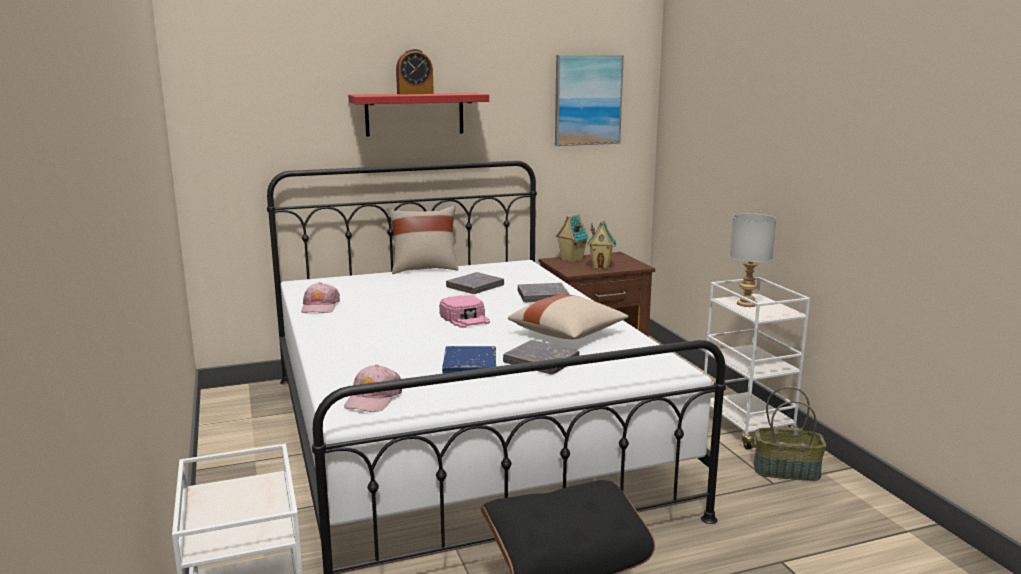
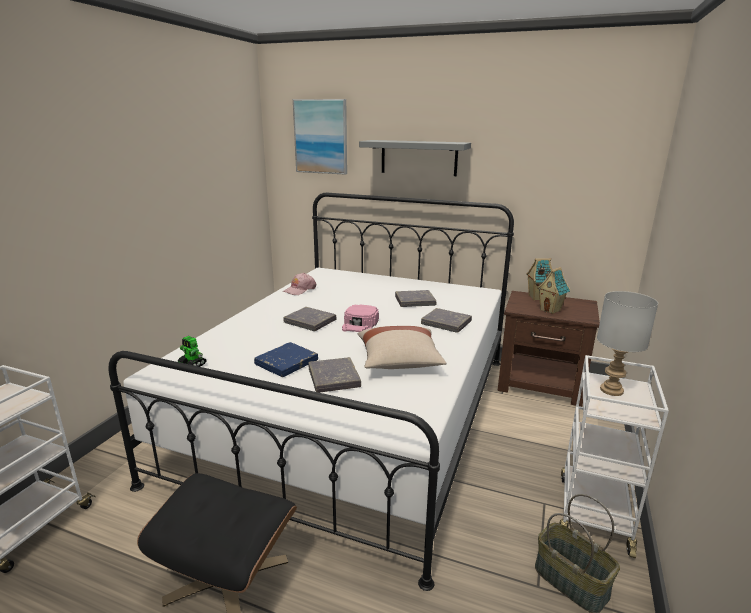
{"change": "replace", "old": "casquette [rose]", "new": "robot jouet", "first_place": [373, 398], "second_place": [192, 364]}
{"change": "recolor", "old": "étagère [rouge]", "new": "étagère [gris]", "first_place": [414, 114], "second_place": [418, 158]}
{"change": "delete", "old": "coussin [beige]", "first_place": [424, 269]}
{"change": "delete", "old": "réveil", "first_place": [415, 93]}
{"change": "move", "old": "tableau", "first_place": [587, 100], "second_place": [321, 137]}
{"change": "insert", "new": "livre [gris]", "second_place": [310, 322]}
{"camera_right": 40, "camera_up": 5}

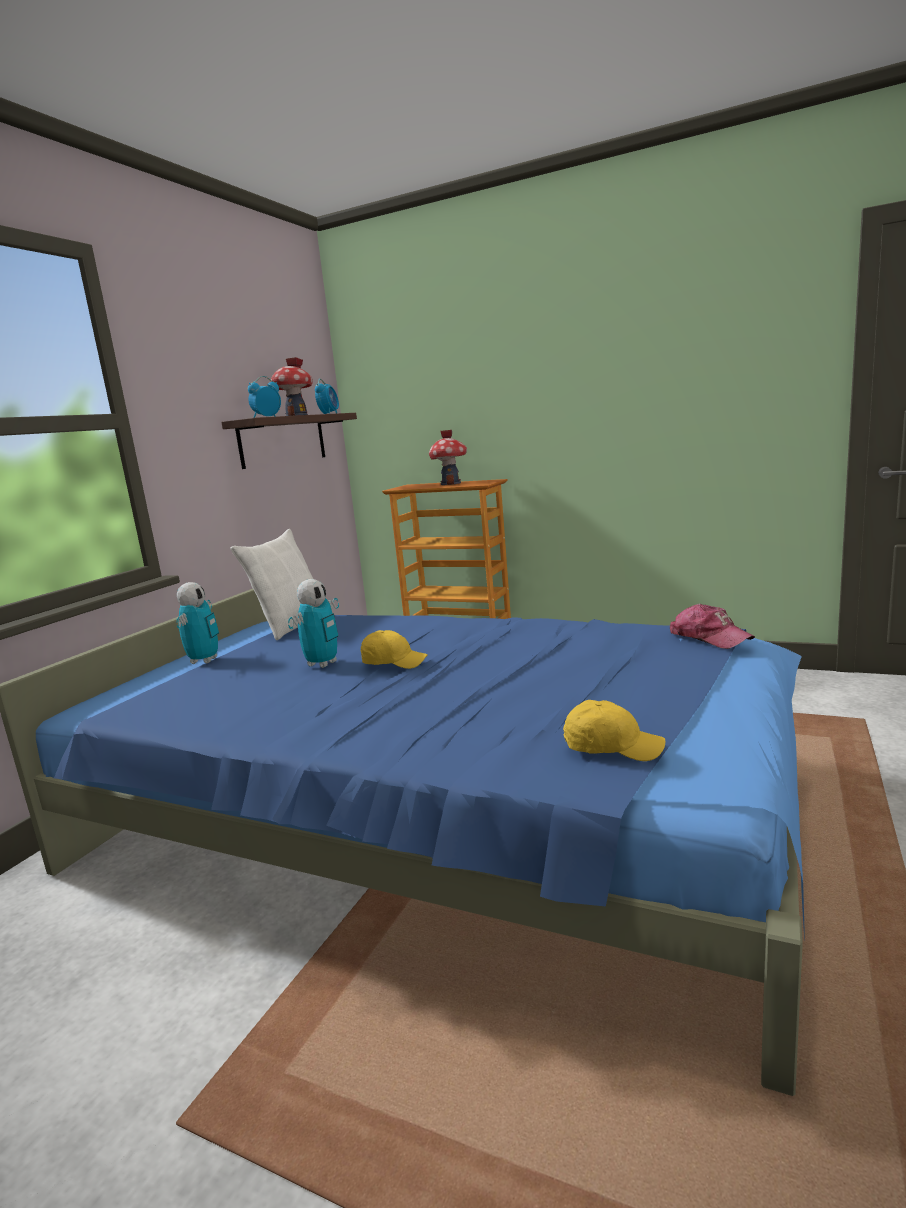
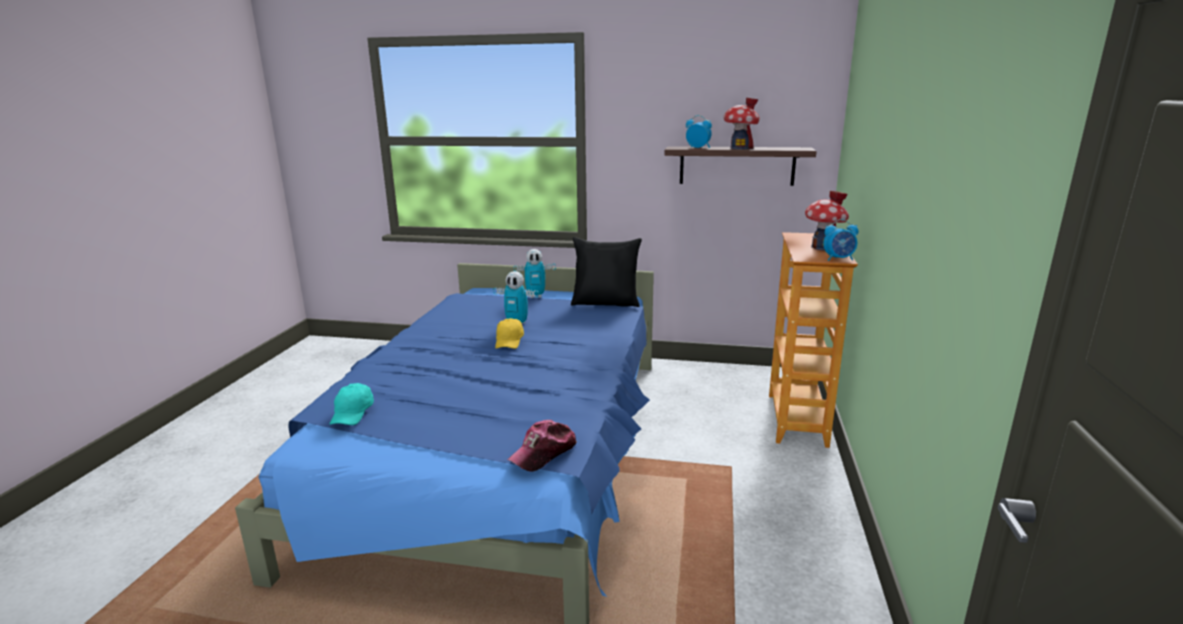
{"change": "recolor", "old": "coussin [blanc]", "new": "coussin [noir]", "first_place": [291, 625], "second_place": [606, 302]}
{"change": "move", "old": "réveil", "first_place": [329, 414], "second_place": [839, 259]}
{"change": "recolor", "old": "casquette [jaune]", "new": "casquette [turquoise]", "first_place": [612, 747], "second_place": [353, 413]}
{"camera_right": 75, "camera_up": 5}

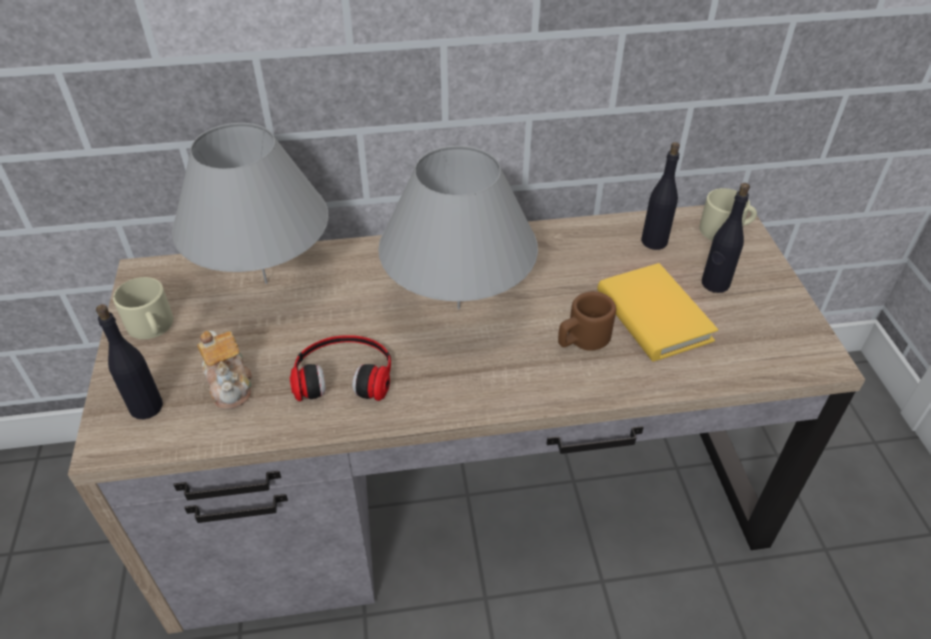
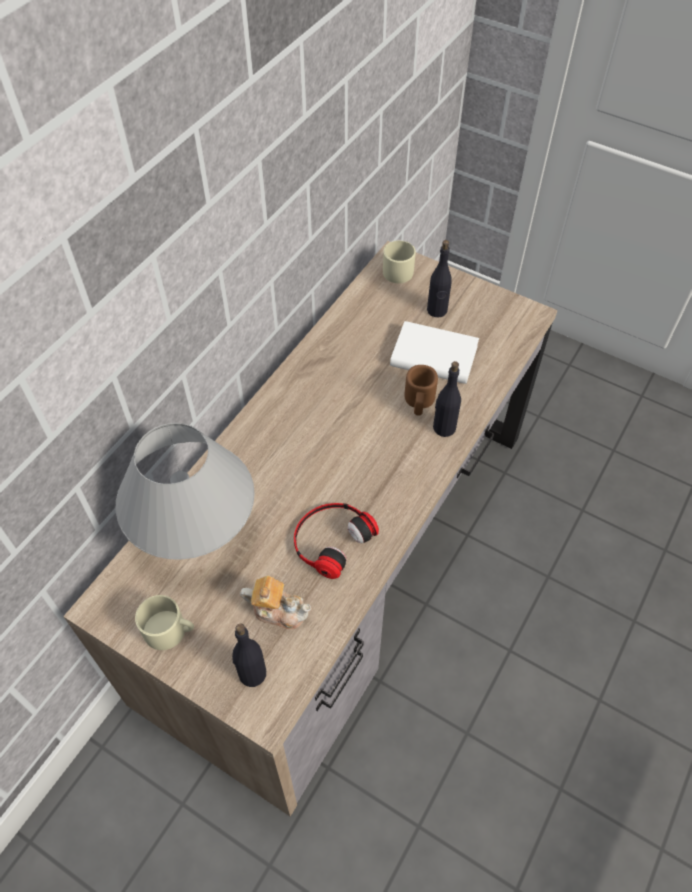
{"change": "delete", "old": "lampe de table [gris]", "first_place": [458, 308]}
{"change": "recolor", "old": "livre [jaune]", "new": "livre [blanc]", "first_place": [653, 316], "second_place": [434, 356]}
{"change": "move", "old": "bouteille [noir]", "first_place": [654, 241], "second_place": [444, 427]}
{"camera_right": -50, "camera_up": 10}

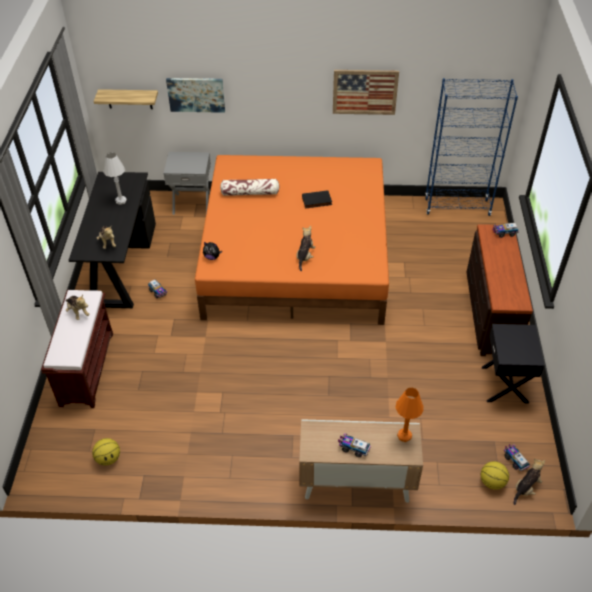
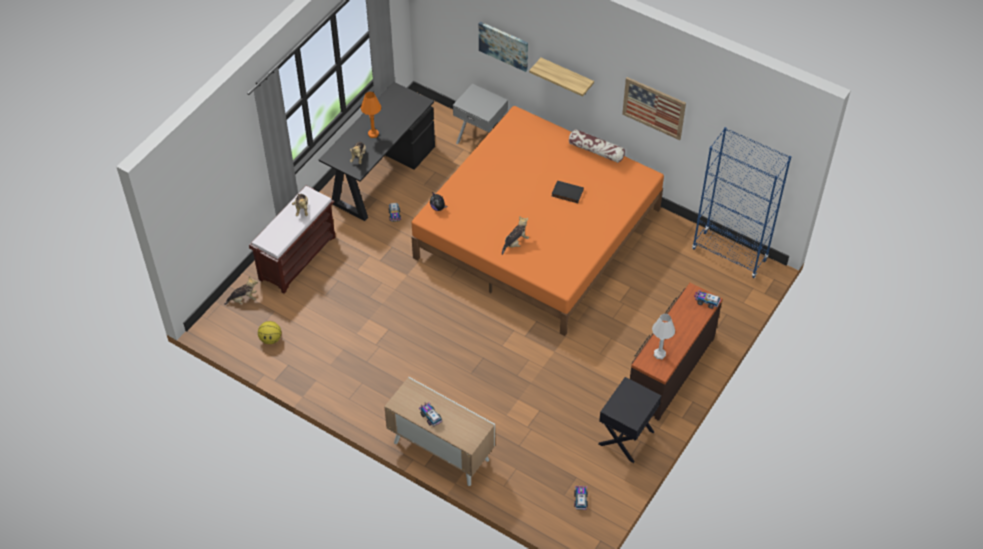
{"change": "move", "old": "étagère", "first_place": [129, 99], "second_place": [566, 77]}
{"change": "move", "old": "lampe de table [blanc]", "first_place": [121, 201], "second_place": [659, 354]}
{"change": "move", "old": "coussin", "first_place": [250, 193], "second_place": [596, 151]}
{"change": "move", "old": "lampe de table [orange]", "first_place": [404, 435], "second_place": [373, 134]}
{"change": "delete", "old": "ballon de basket", "first_place": [492, 482]}
{"change": "move", "old": "peluche", "first_place": [526, 488], "second_place": [243, 299]}
{"camera_right": 30, "camera_up": 5}

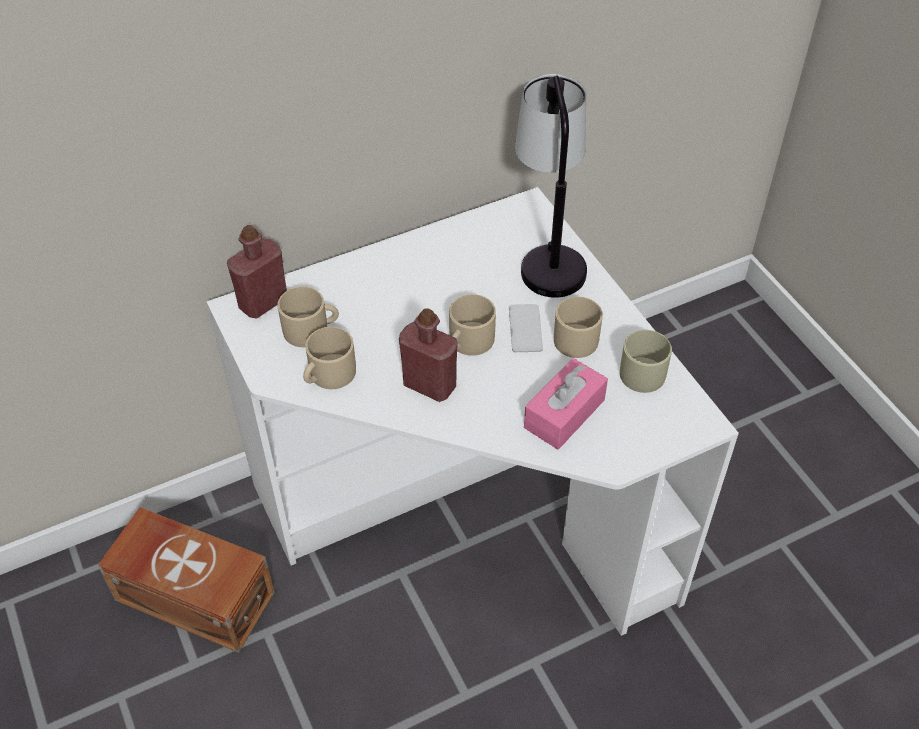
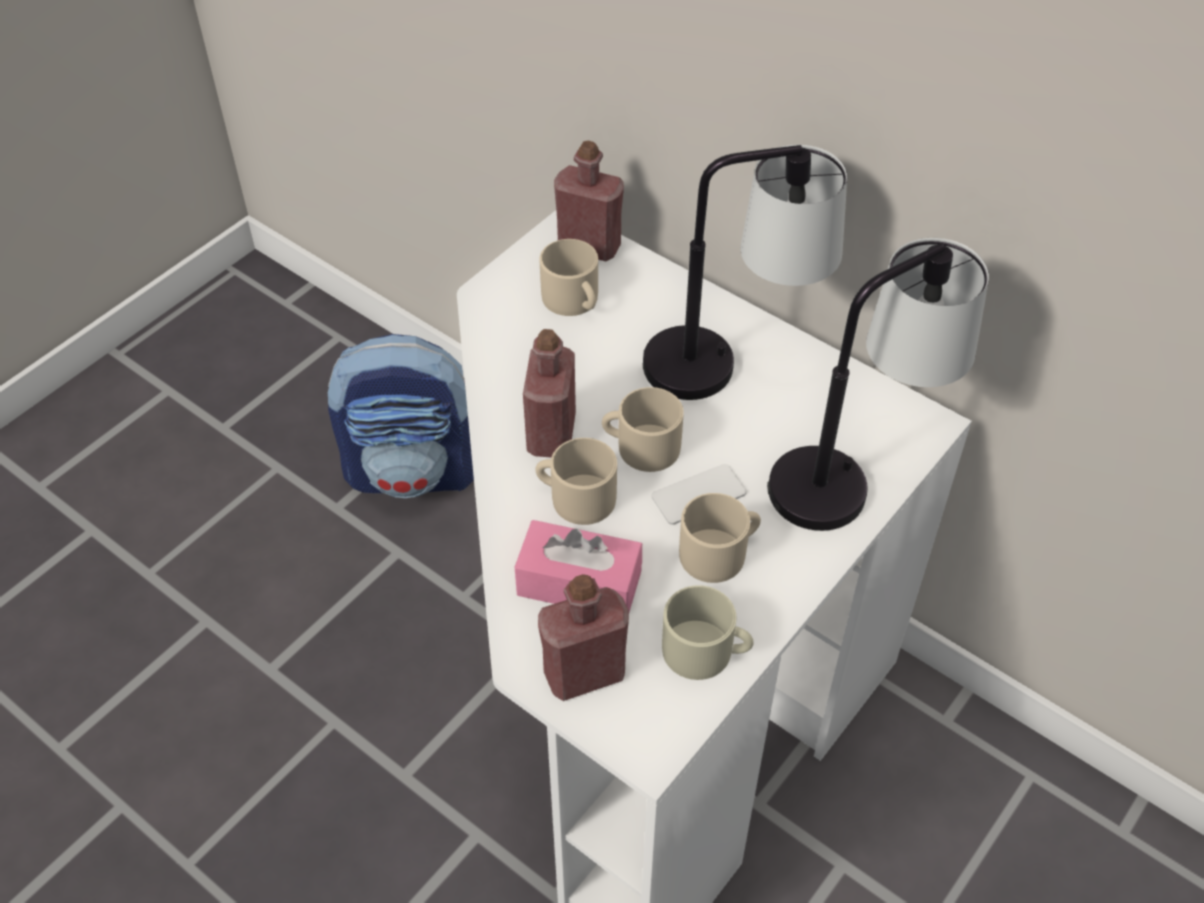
{"change": "replace", "old": "boîte de rangement [marron]", "new": "sac à dos", "first_place": [194, 593], "second_place": [414, 470]}
{"change": "move", "old": "mug [beige]", "first_place": [328, 375], "second_place": [575, 497]}
{"change": "insert", "new": "bouteille [rouge]", "second_place": [584, 673]}
{"change": "insert", "new": "lampe de table", "second_place": [731, 362]}
{"camera_right": 65, "camera_up": 0}

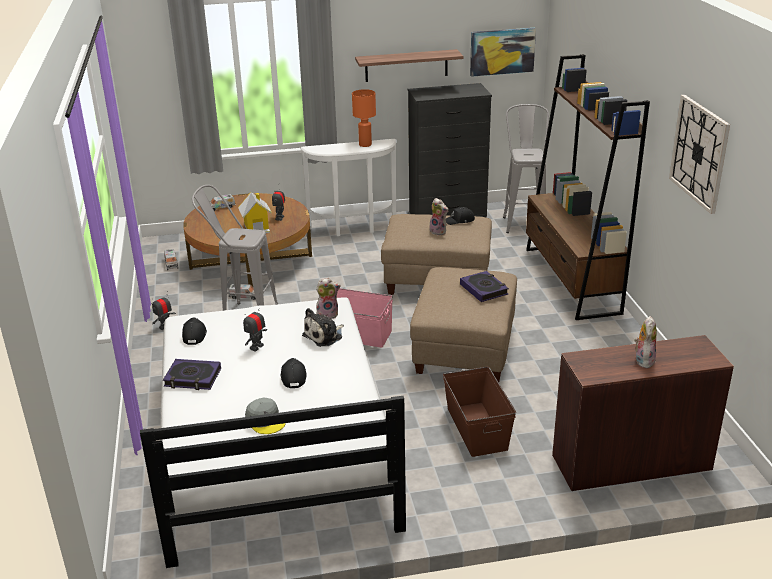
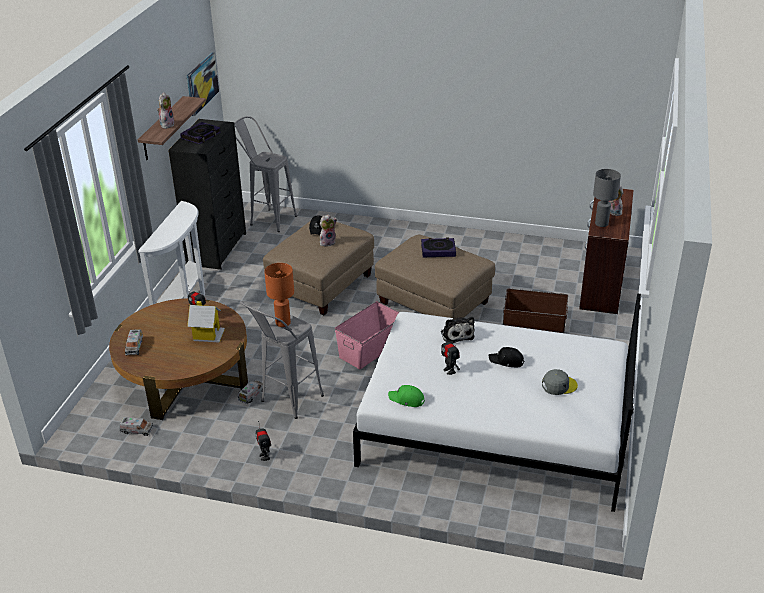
{"change": "move", "old": "livre", "first_place": [193, 378], "second_place": [201, 136]}
{"change": "recolor", "old": "casquette [noir]", "new": "casquette [vert]", "first_place": [194, 335], "second_place": [406, 399]}
{"change": "move", "old": "peluche", "first_place": [328, 314], "second_place": [166, 124]}
{"change": "move", "old": "lampe de table [orange]", "first_place": [365, 145], "second_place": [282, 323]}
{"change": "delete", "old": "bibliothèque [marron]", "first_place": [571, 280]}
{"change": "delete", "old": "horloge murale", "first_place": [699, 153]}
{"change": "insert", "new": "lampe de table [gris]", "second_place": [601, 224]}
{"camera_right": -65, "camera_up": 5}

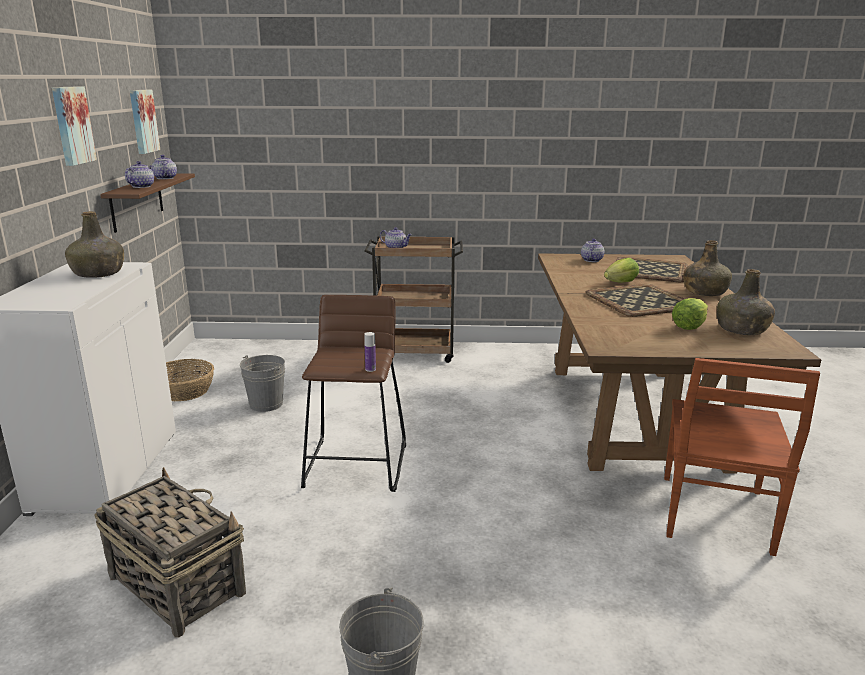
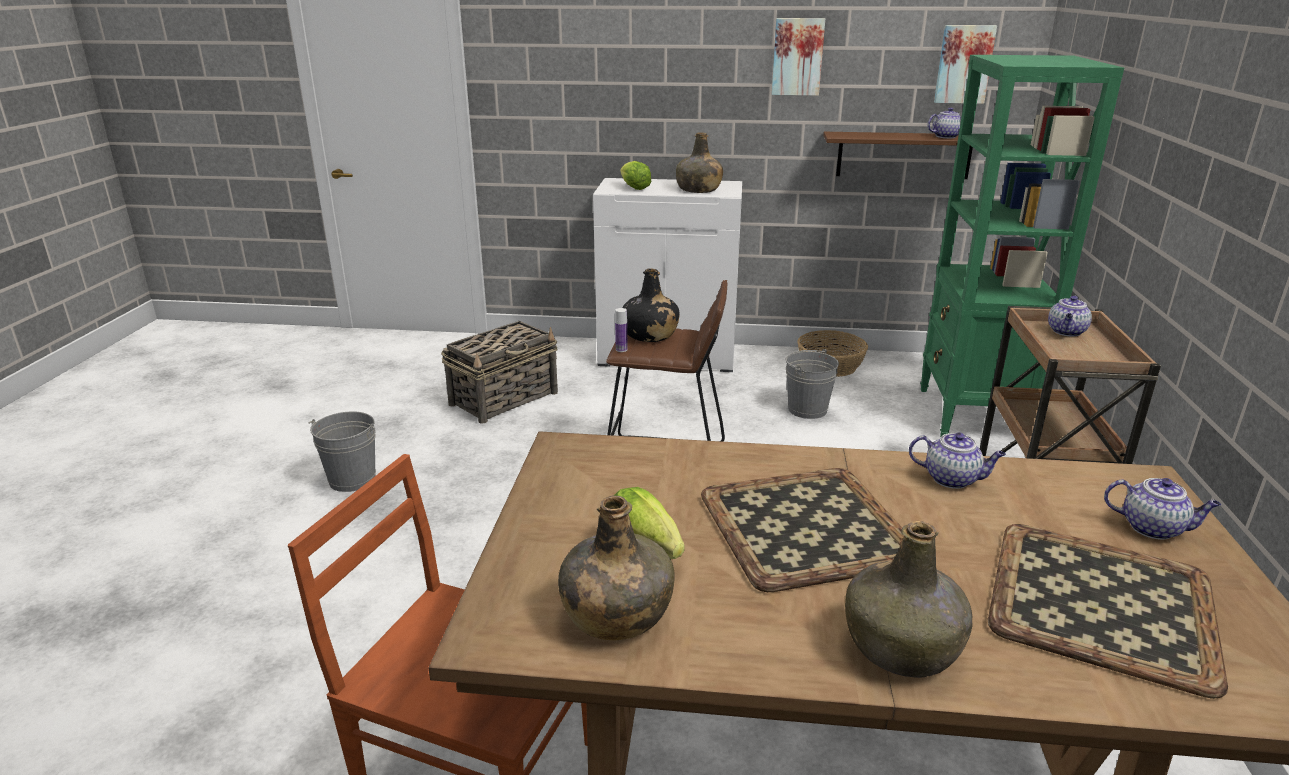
{"change": "move", "old": "théière", "first_place": [142, 186], "second_place": [952, 479]}
{"change": "move", "old": "laitue", "first_place": [621, 283], "second_place": [634, 188]}
{"change": "insert", "new": "bouteille [noir]", "second_place": [649, 335]}
{"change": "insert", "new": "bibliothèque [vert]", "second_place": [973, 416]}
{"camera_right": 95, "camera_up": 5}

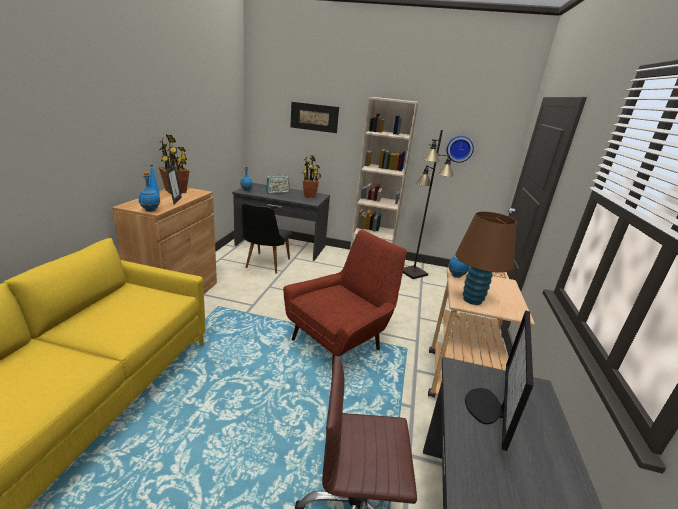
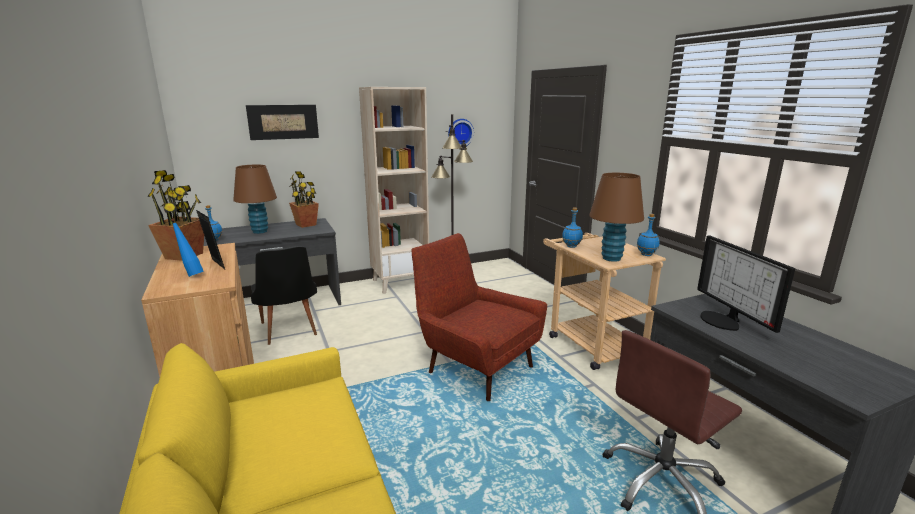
{"change": "move", "old": "bouteille [bleu]", "first_place": [150, 210], "second_place": [646, 255]}
{"change": "replace", "old": "radio", "new": "lampe de table [marron]", "first_place": [277, 192], "second_place": [260, 231]}
{"change": "rotate", "old": "fauteuil [rouge]", "first_place": [340, 342], "second_place": [475, 367], "degrees": -60}
{"camera_right": -35, "camera_up": -5}

